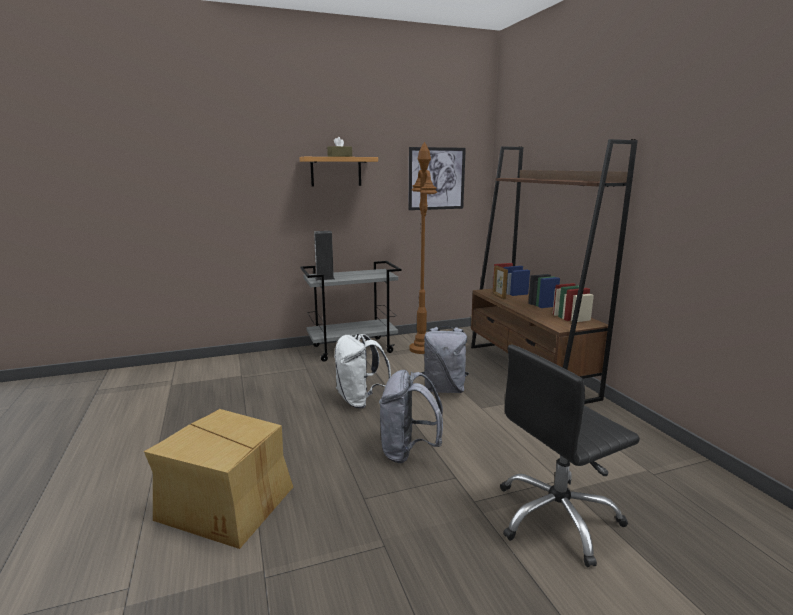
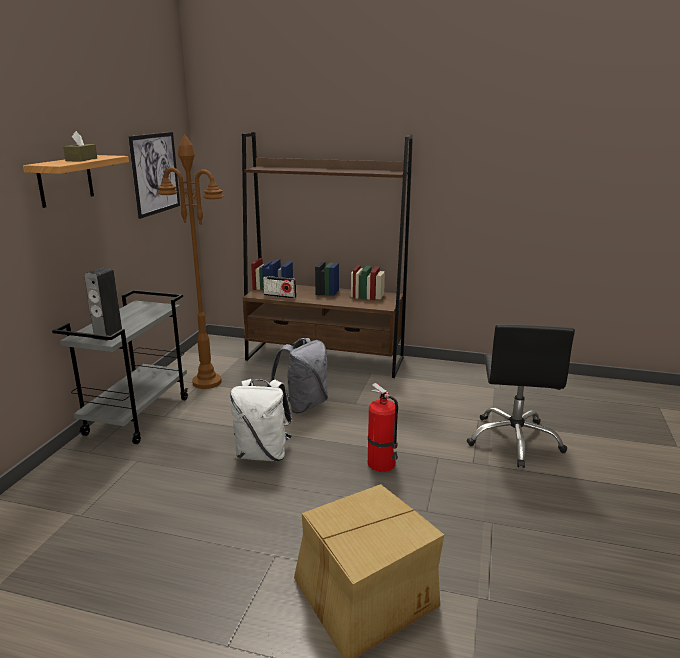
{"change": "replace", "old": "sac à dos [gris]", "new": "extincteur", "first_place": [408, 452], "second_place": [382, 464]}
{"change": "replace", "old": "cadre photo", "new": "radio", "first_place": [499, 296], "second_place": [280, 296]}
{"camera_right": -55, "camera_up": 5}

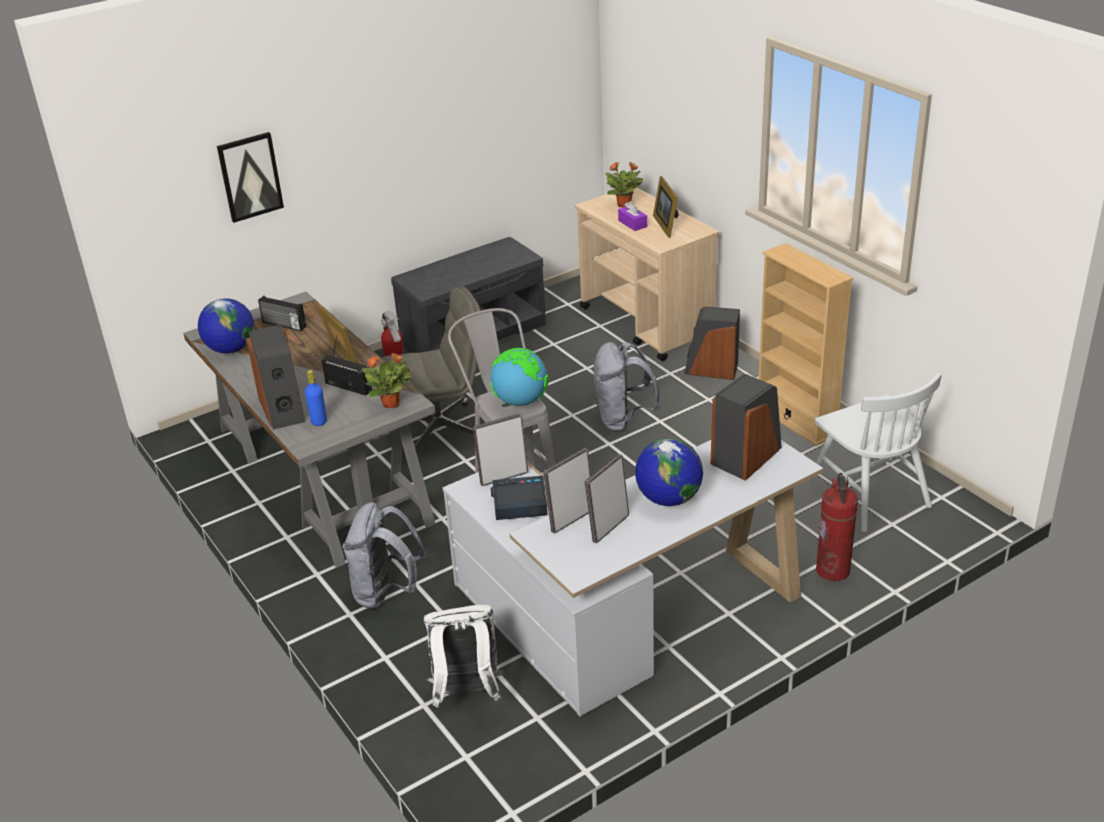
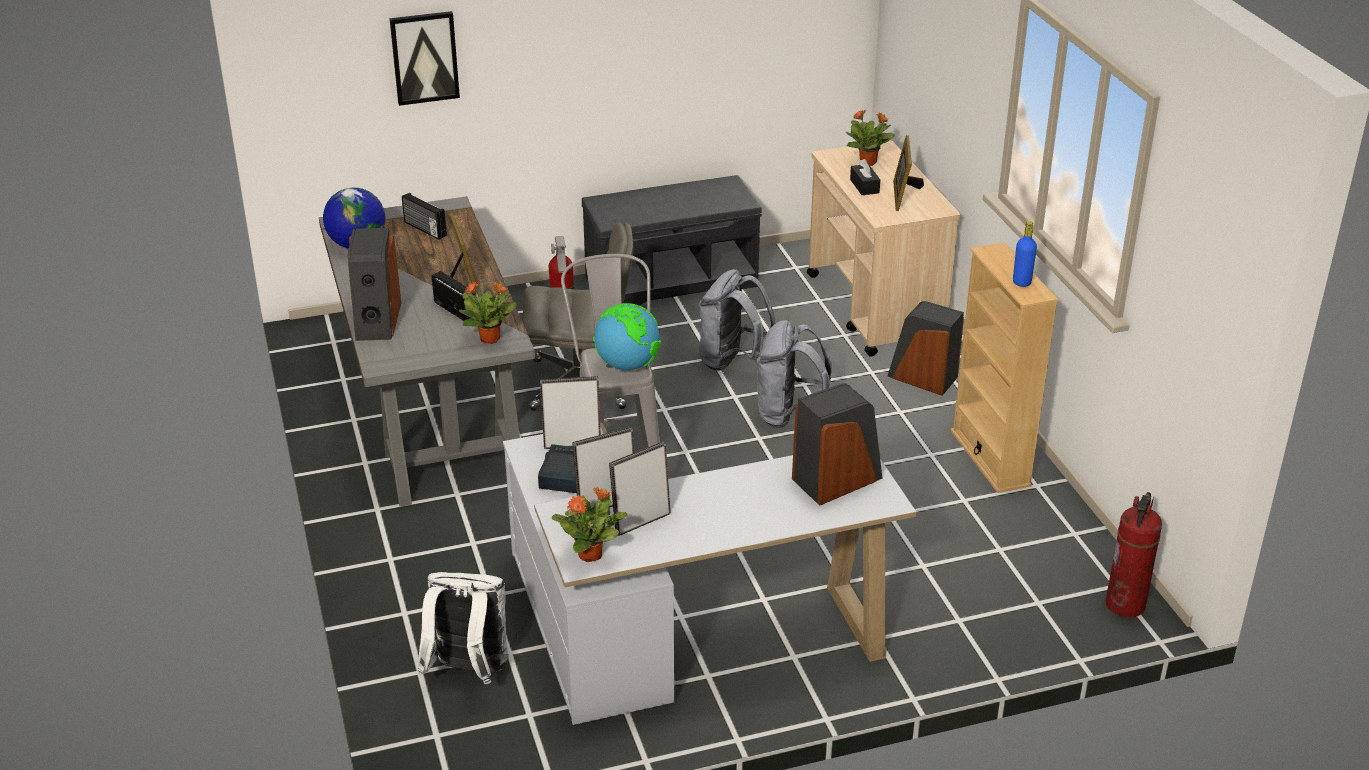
{"change": "move", "old": "bouteille [bleu]", "first_place": [319, 421], "second_place": [1021, 282]}
{"change": "move", "old": "sac à dos [gris]", "first_place": [386, 592], "second_place": [732, 361]}
{"change": "recolor", "old": "boîte à mouchoirs [violet]", "new": "boîte à mouchoirs [noir]", "first_place": [632, 223], "second_place": [864, 186]}
{"change": "delete", "old": "globe", "first_place": [668, 498]}
{"change": "delete", "old": "chaise [blanc]", "first_place": [868, 493]}
{"change": "move", "old": "extincteur", "first_place": [833, 570], "second_place": [1125, 605]}
{"change": "insert", "new": "plante en pot", "second_place": [591, 554]}
{"camera_right": 15, "camera_up": 0}

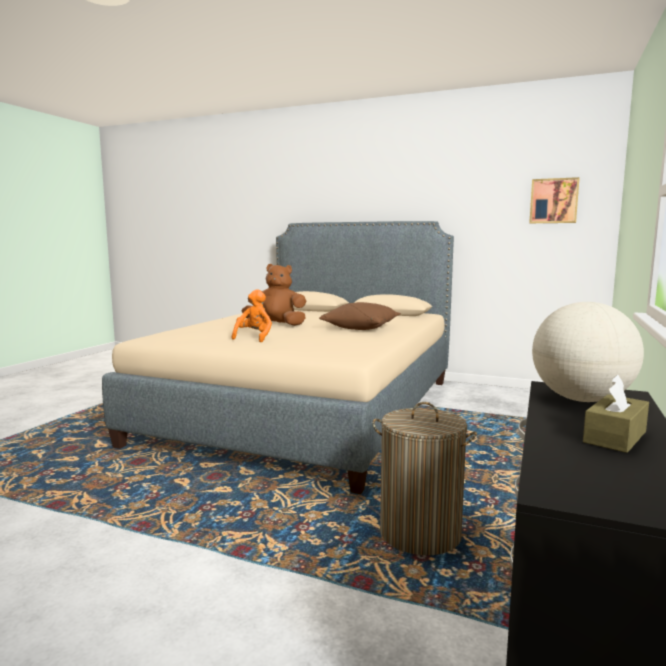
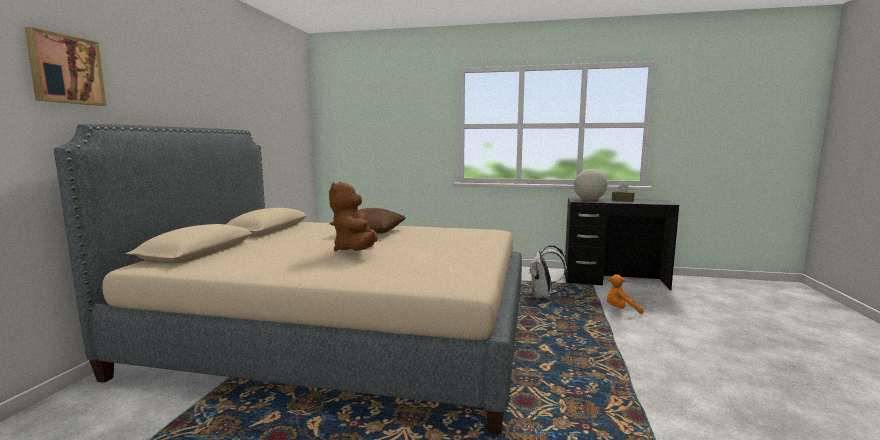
{"change": "move", "old": "peluche [orange]", "first_place": [254, 337], "second_place": [621, 310]}
{"change": "replace", "old": "panier à linge", "new": "sac à dos [blanc]", "first_place": [420, 533], "second_place": [544, 296]}
{"change": "move", "old": "tableau", "first_place": [553, 201], "second_place": [65, 69]}
{"camera_right": -100, "camera_up": 0}

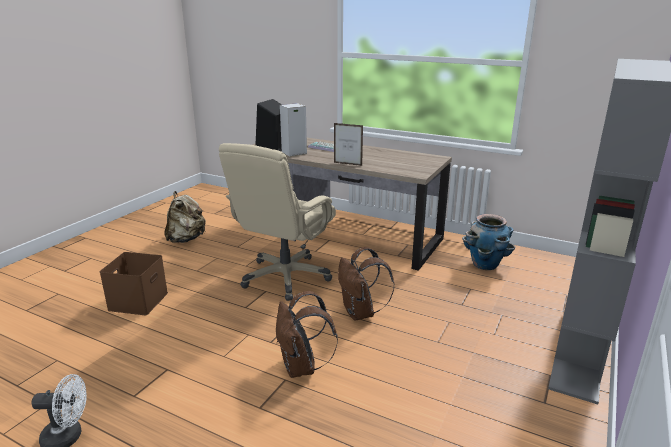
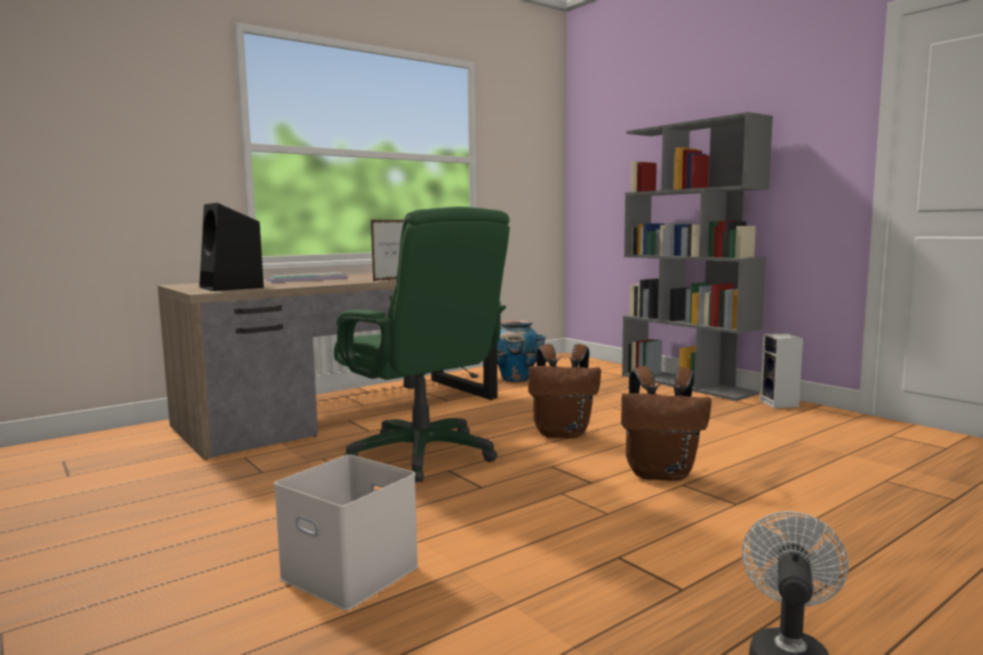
{"change": "recolor", "old": "boîte de rangement [marron]", "new": "boîte de rangement [blanc]", "first_place": [138, 300], "second_place": [346, 573]}
{"change": "delete", "old": "sac à dos [beige]", "first_place": [186, 239]}
{"change": "recolor", "old": "chaise de bureau [beige]", "new": "chaise de bureau [vert]", "first_place": [285, 277], "second_place": [423, 455]}
{"change": "move", "old": "enceinte", "first_place": [293, 153], "second_place": [780, 404]}
{"camera_right": -65, "camera_up": -15}

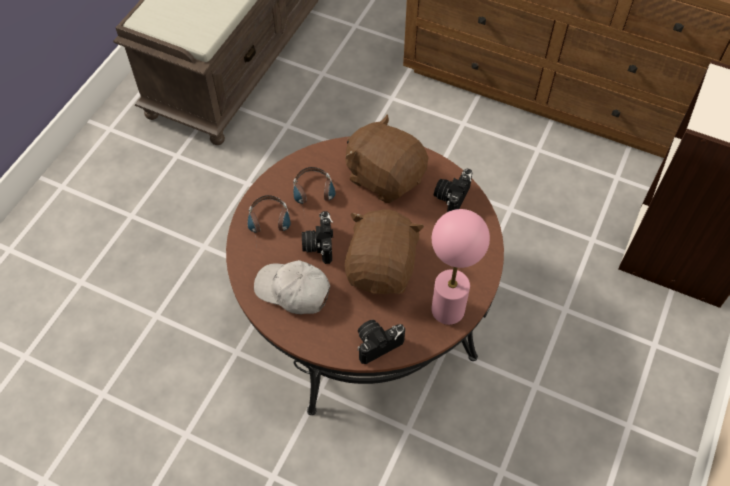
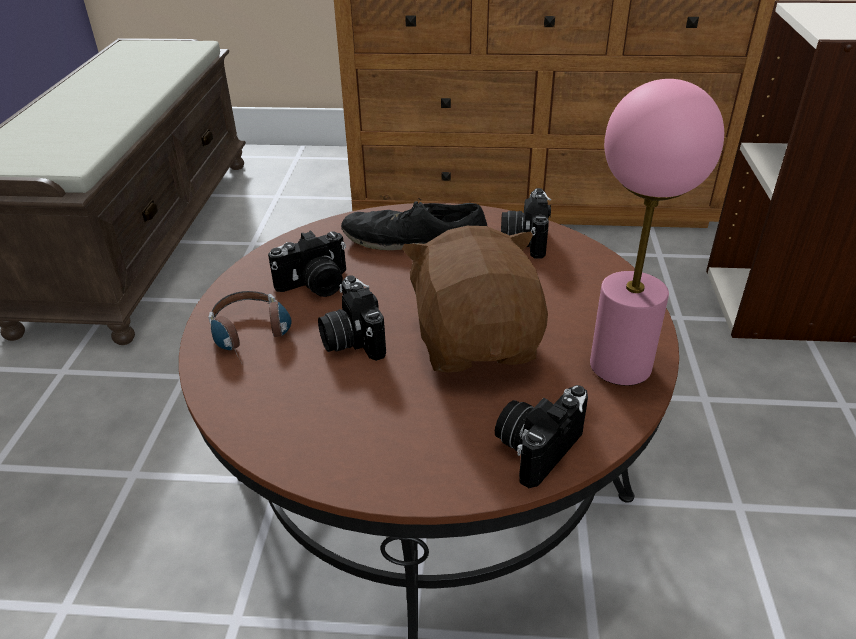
{"change": "delete", "old": "casquette [blanc]", "first_place": [293, 291]}
{"change": "replace", "old": "casque audio", "new": "appareil photo", "first_place": [314, 196], "second_place": [315, 285]}
{"change": "replace", "old": "peluche [marron]", "new": "chaussure [noir]", "first_place": [385, 176], "second_place": [414, 241]}
{"camera_right": -20, "camera_up": -20}

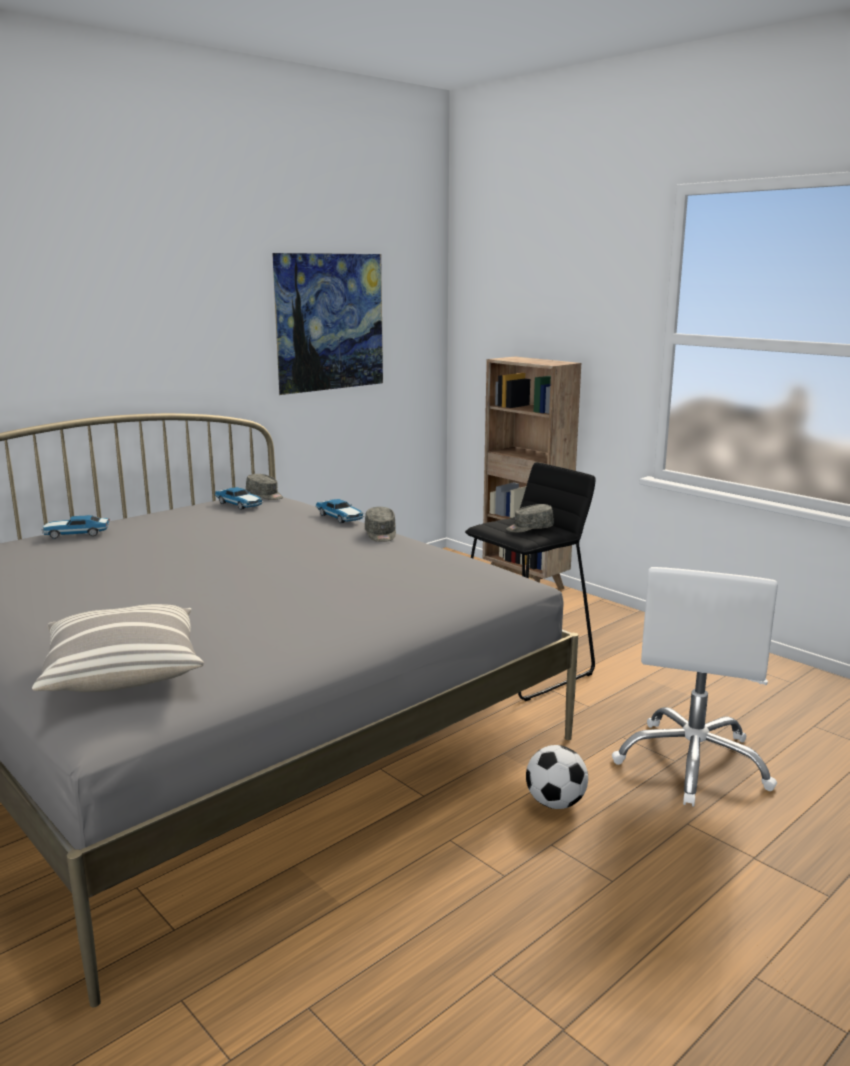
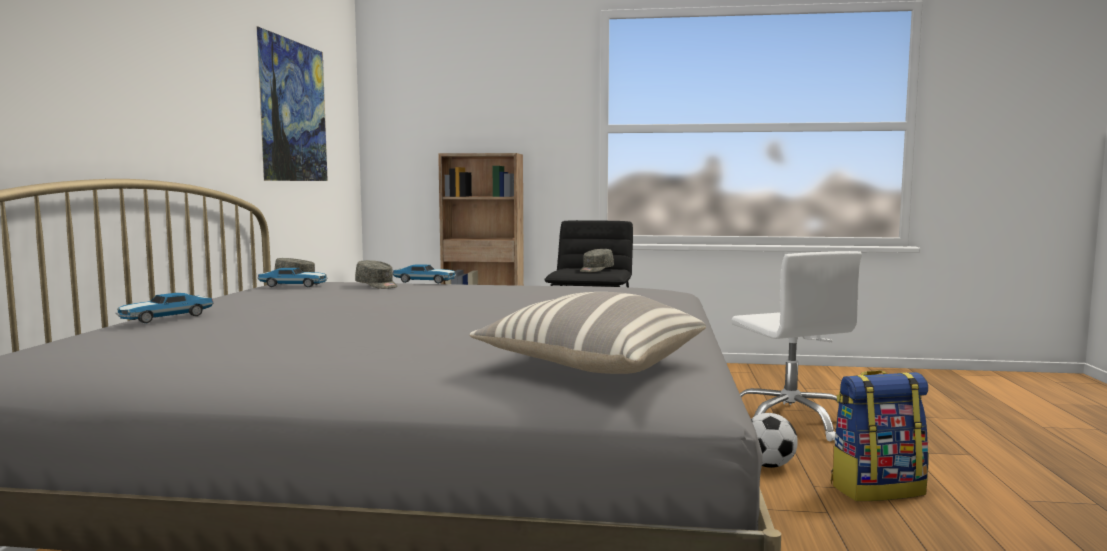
{"change": "move", "old": "casquette [gris]", "first_place": [381, 534], "second_place": [377, 285]}
{"change": "insert", "new": "sac à dos", "second_place": [876, 489]}
{"camera_right": -40, "camera_up": -10}

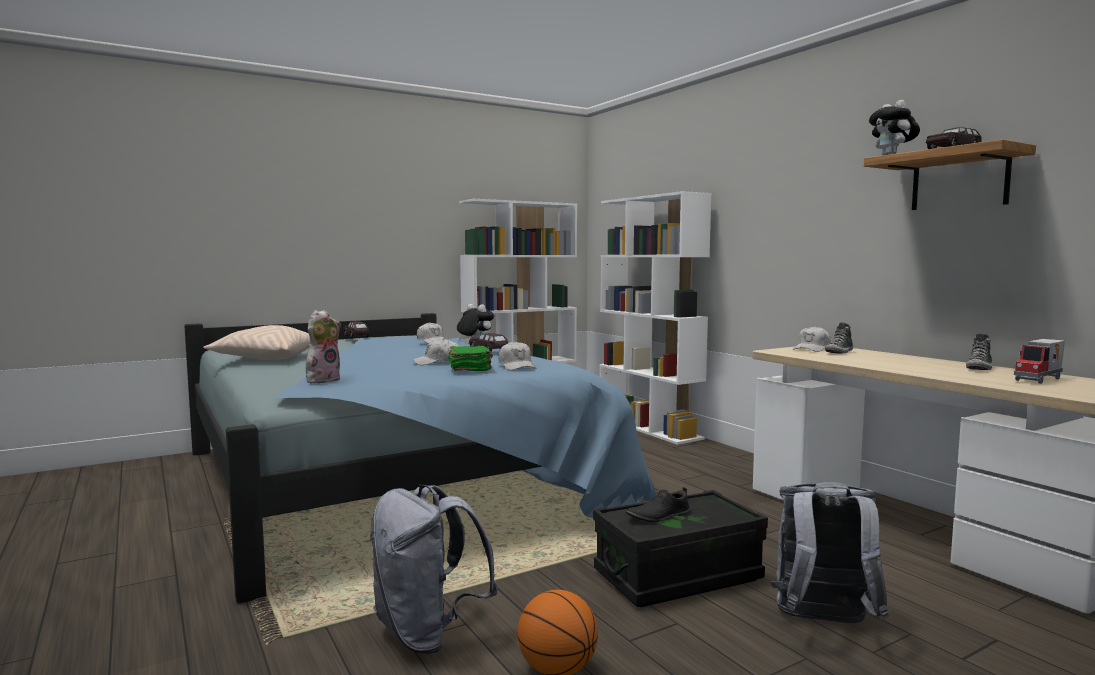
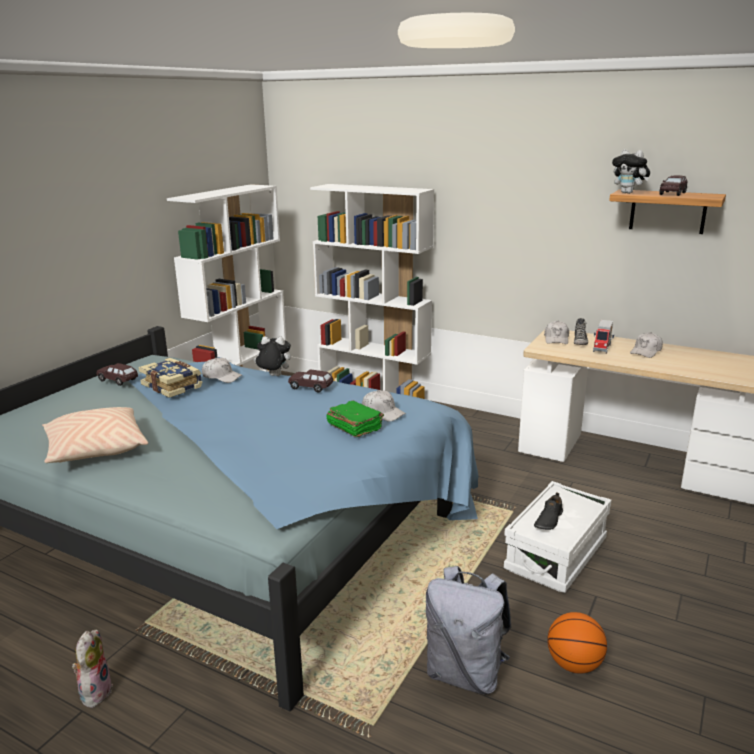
{"change": "move", "old": "peluche", "first_place": [323, 380], "second_place": [95, 691]}
{"change": "move", "old": "casquette [blanc]", "first_place": [438, 362], "second_place": [646, 351]}
{"change": "recolor", "old": "boîte de rangement [noir]", "new": "boîte de rangement [blanc]", "first_place": [677, 576], "second_place": [556, 554]}
{"change": "delete", "old": "sac à dos [gris]", "first_place": [823, 623]}
{"change": "delete", "old": "chaussure", "first_place": [979, 368]}
{"change": "move", "old": "camion jouet", "first_place": [1040, 380], "second_place": [603, 348]}
{"change": "insert", "new": "livre", "second_place": [173, 386]}
{"camera_right": -30, "camera_up": 15}

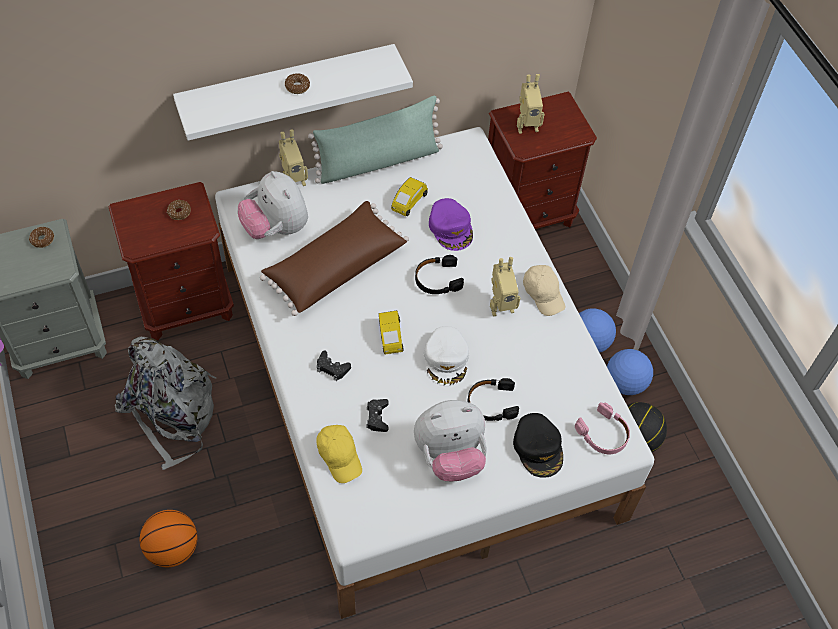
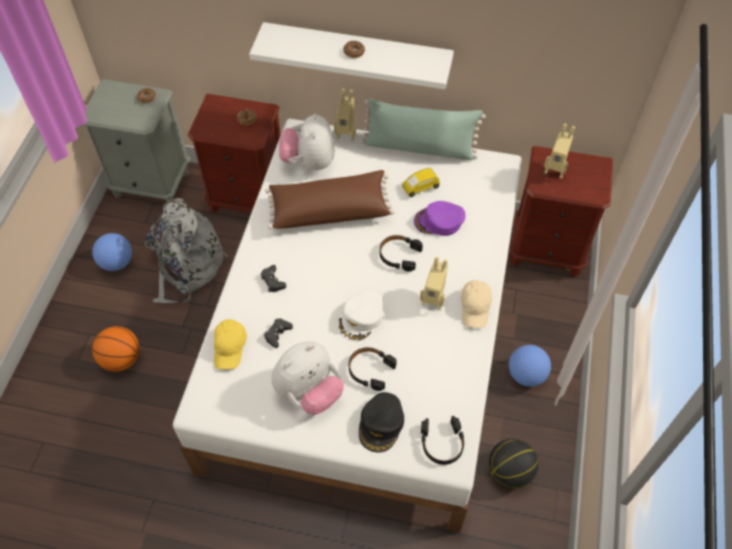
{"change": "delete", "old": "petite voiture [jaune]", "first_place": [390, 337]}
{"change": "rotate", "old": "peluche", "first_place": [450, 455], "second_place": [309, 392], "degrees": -60}
{"change": "rotate", "old": "casquette [violet]", "first_place": [451, 228], "second_place": [439, 222], "degrees": 75}
{"change": "recolor", "old": "casque audio [rose]", "new": "casque audio [noir]", "first_place": [603, 434], "second_place": [442, 443]}
{"change": "move", "old": "ballon de foot", "first_place": [625, 383], "second_place": [117, 262]}
{"camera_right": 35, "camera_up": 0}

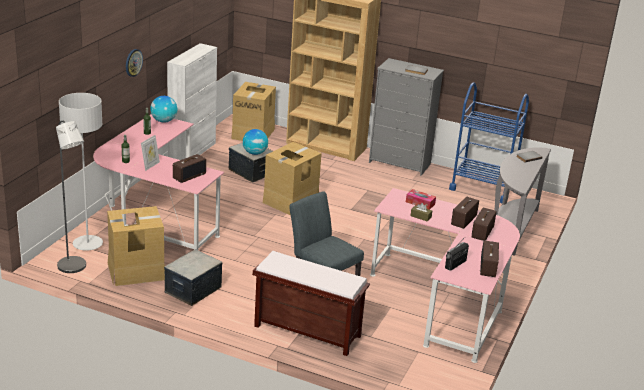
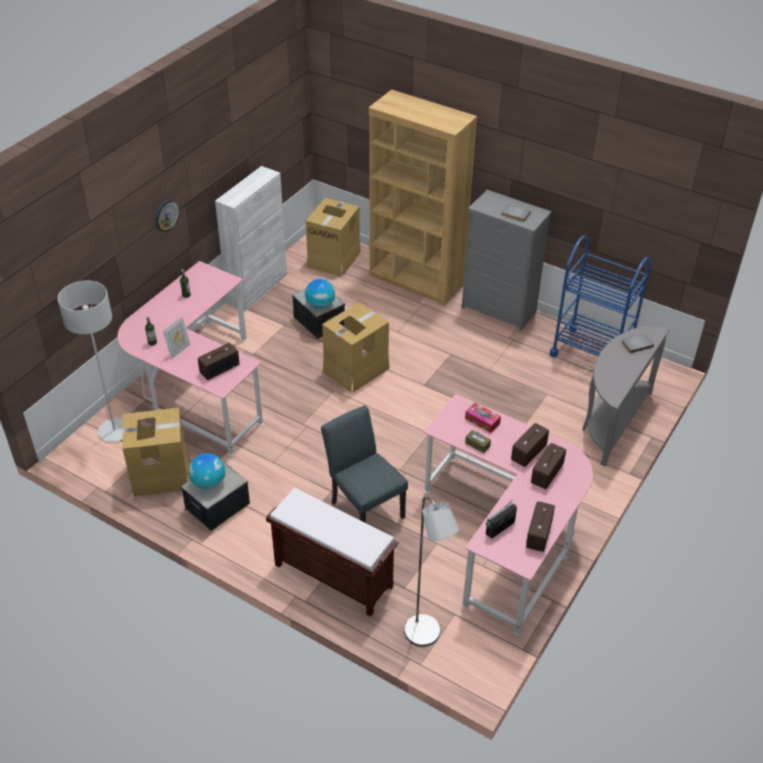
{"change": "move", "old": "lampadaire [gris]", "first_place": [74, 268], "second_place": [426, 636]}
{"change": "move", "old": "globe", "first_place": [164, 121], "second_place": [209, 483]}
{"camera_right": 10, "camera_up": 15}

